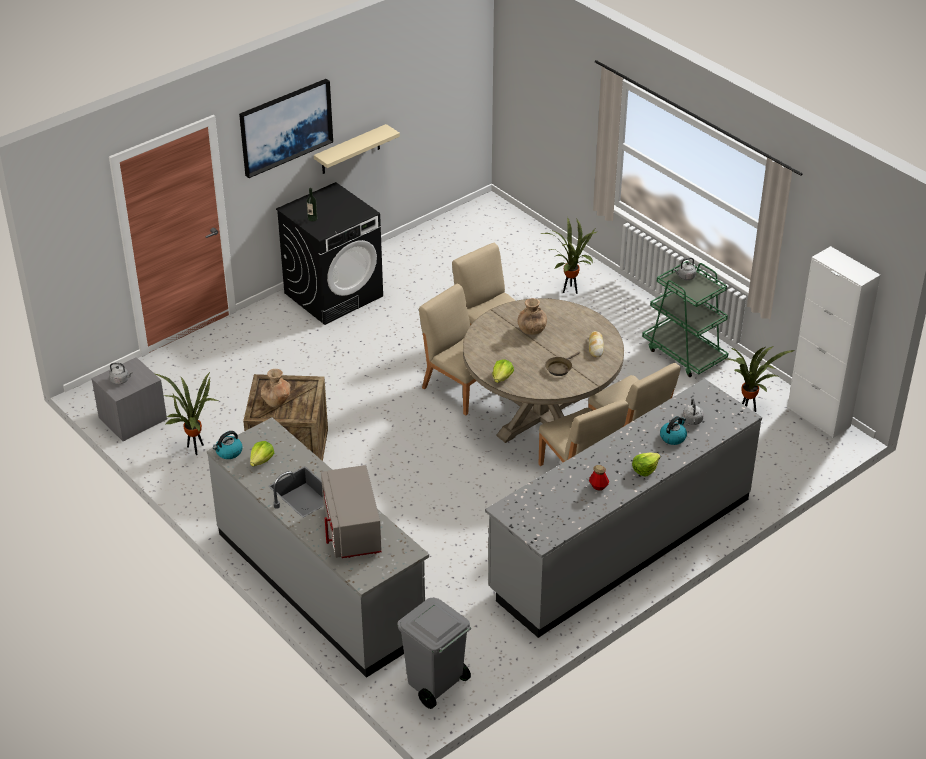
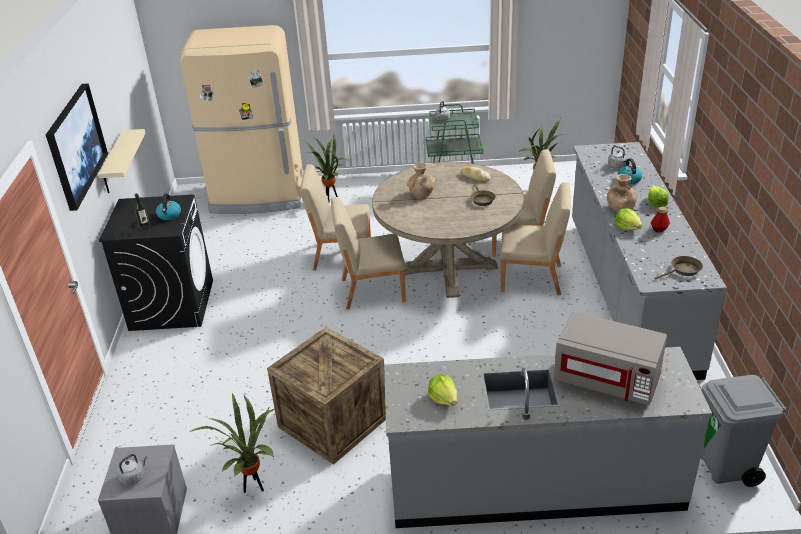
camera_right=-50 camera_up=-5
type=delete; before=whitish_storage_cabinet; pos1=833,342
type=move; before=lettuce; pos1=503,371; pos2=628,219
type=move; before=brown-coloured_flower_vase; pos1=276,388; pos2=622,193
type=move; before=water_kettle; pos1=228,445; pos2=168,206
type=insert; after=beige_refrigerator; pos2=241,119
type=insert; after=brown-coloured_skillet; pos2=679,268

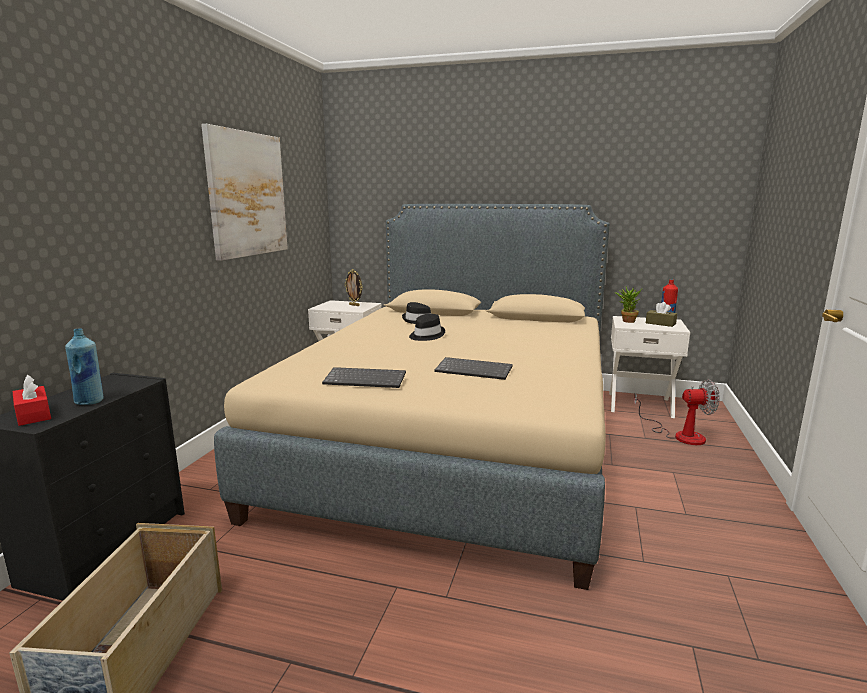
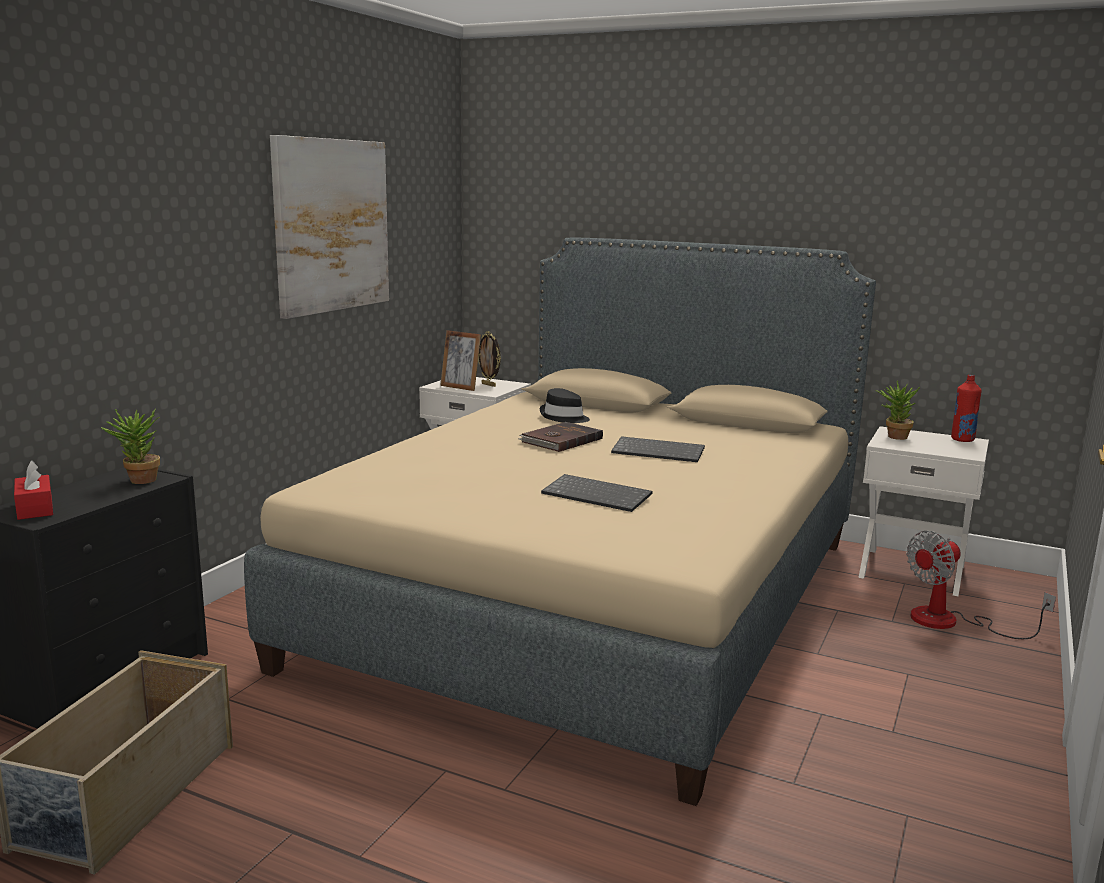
camera_right=10 camera_up=0
type=delete; before=brown-coloured_box_of_tissues; pos1=661,314
type=replace; before=black_wearable_hat; after=brown-coloured_volume; pos1=427,327; pos2=560,437
type=delete; before=blue_bottle; pos1=84,366
type=move; before=computer_keyboard; pos1=364,377; pos2=658,449
type=rotate; before=fan; pos1=677,412; pos2=981,585; turn=135
type=insert; after=picture_frame; pos2=460,360
type=insert; after=houseplant; pos2=130,446

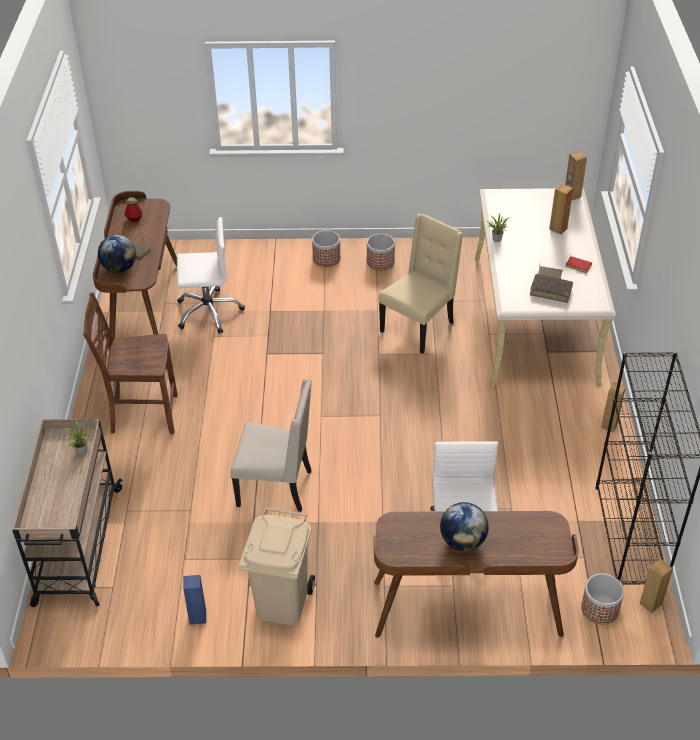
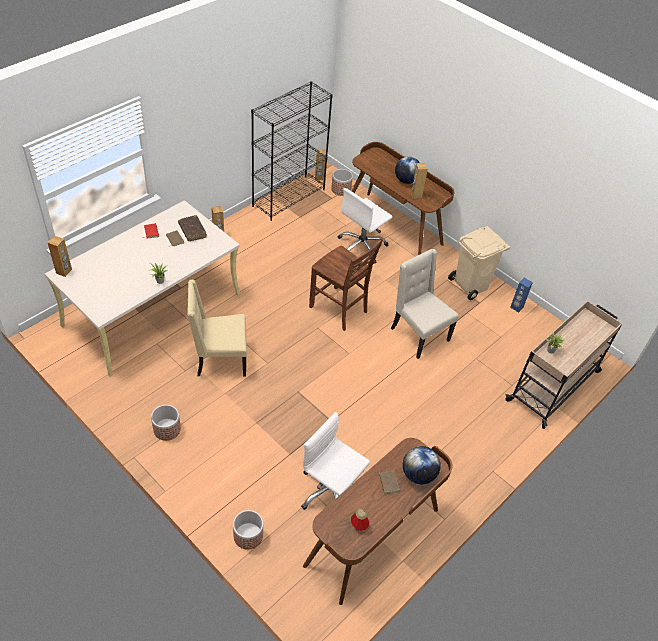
camera_right=-140 camera_up=5
type=move; before=brown-coloured_speaker; pos1=561,209; pos2=419,181
type=move; before=plant_pot; pos1=326,248; pos2=248,530
type=move; before=brown-coloured_upright_chair; pos1=130,363; pos2=346,284

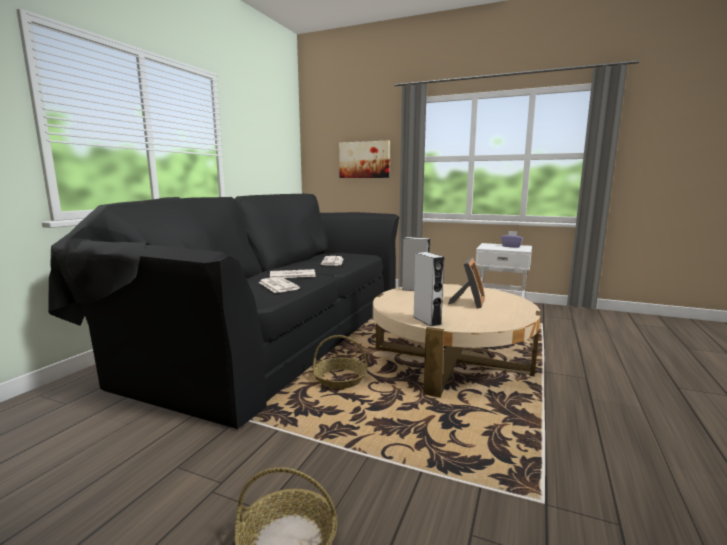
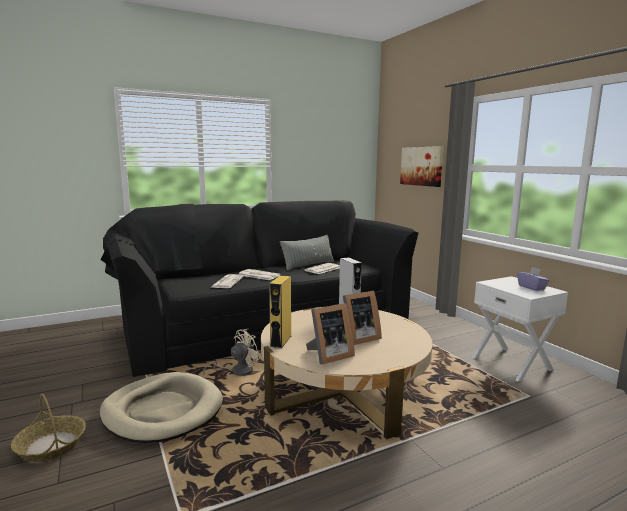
camera_right=40 camera_up=0
type=recolor; before=greyish_speaker; after=yellowish_speaker; pos1=429,289; pos2=280,312
type=replace; before=household_basket; after=beige_fan; pos1=340,362; pos2=232,352
type=insert; after=greyish_pillow; pos2=307,252
type=insert; after=picture_frame; pos2=330,334
type=insert; after=beige_dog_bed; pos2=161,407

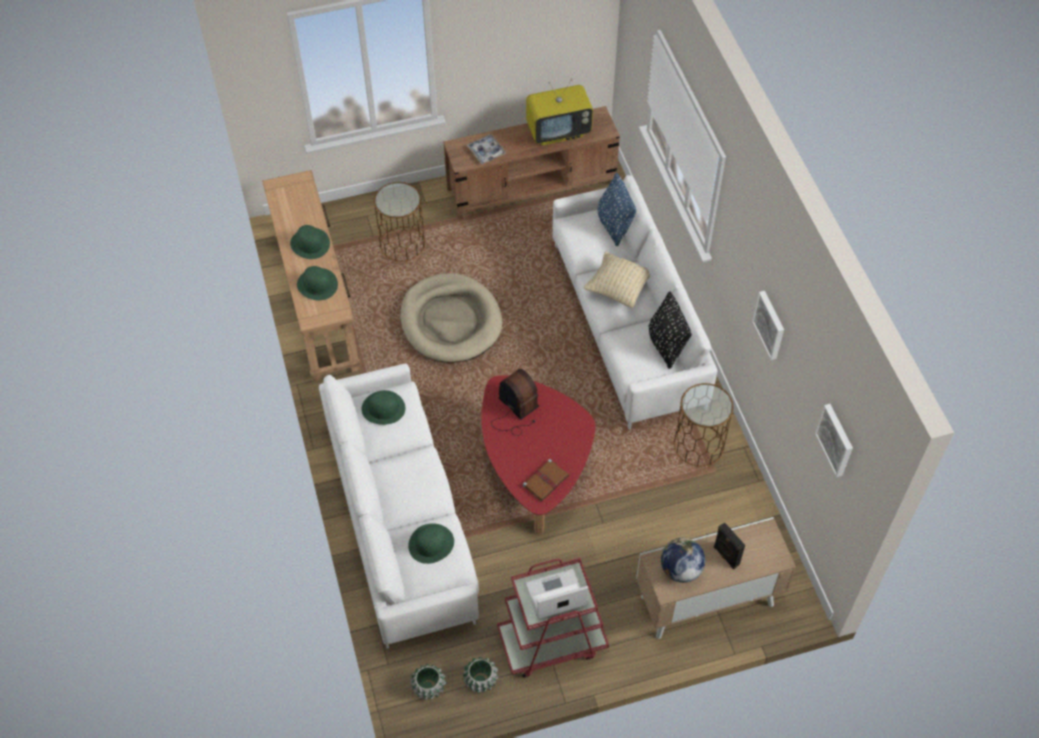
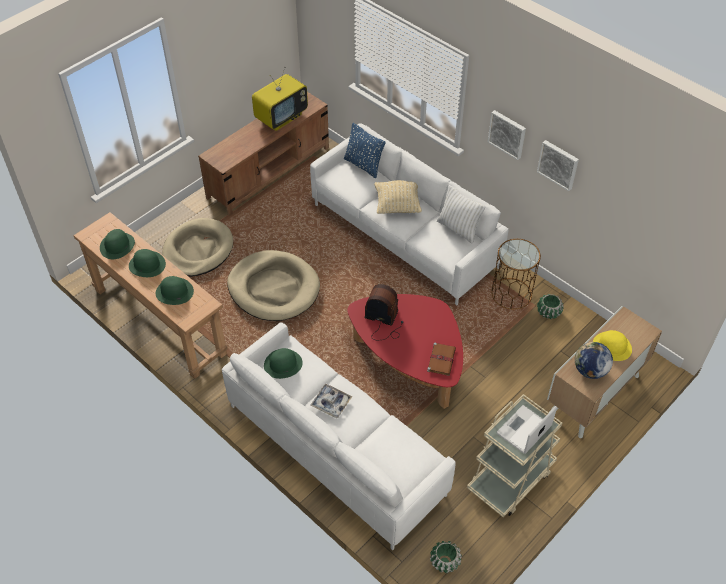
camera_right=-30 camera_up=-5
type=move; before=carrying_tray; pos1=486,149; pos2=332,401
type=replace; before=brown-coloured_end_table; after=beige_dog_bed; pos1=399,222; pos2=197,247
type=recolor; before=black_pillow; after=whitish_pillow; pos1=670,330; pos2=461,214
type=move; before=wall_art; pos1=834,440; pos2=507,135
type=move; before=greenish_wearable_hat; pos1=431,543; pos2=117,244
type=replace; before=black_speaker; after=yellowish_wearable_hat; pos1=729,546; pos2=612,345
type=recolor; before=reddish_trolley; after=beige_trolley; pos1=553,618; pos2=514,455
type=move; before=greenish_plant_pot; pos1=480,675; pos2=550,306

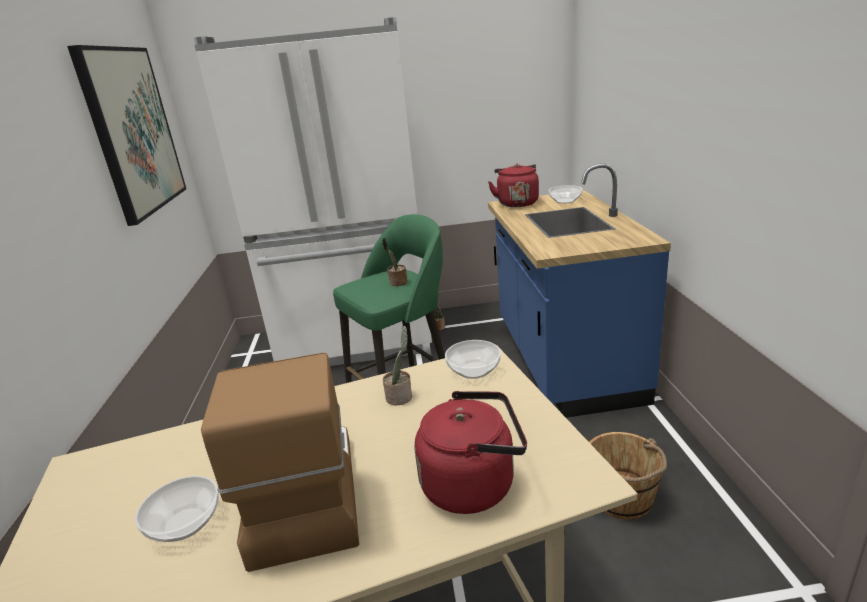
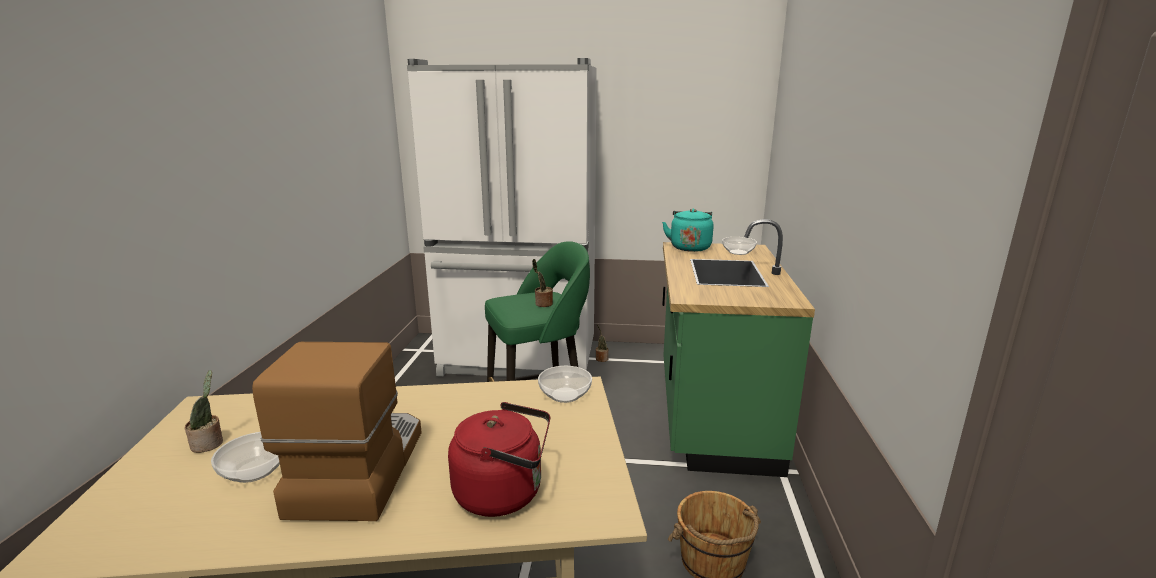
camera_right=10 camera_up=-5
type=delete; before=wall_art; pos1=126,135
type=recolor; before=blue_kitchen_base_unit; after=greenish_kitchen_base_unit; pos1=579,290; pos2=738,348
type=recolor; before=reddish_water_kettle; after=blue-green_water_kettle; pos1=513,185; pos2=687,230
type=move; before=houseplant; pos1=397,365; pos2=204,411

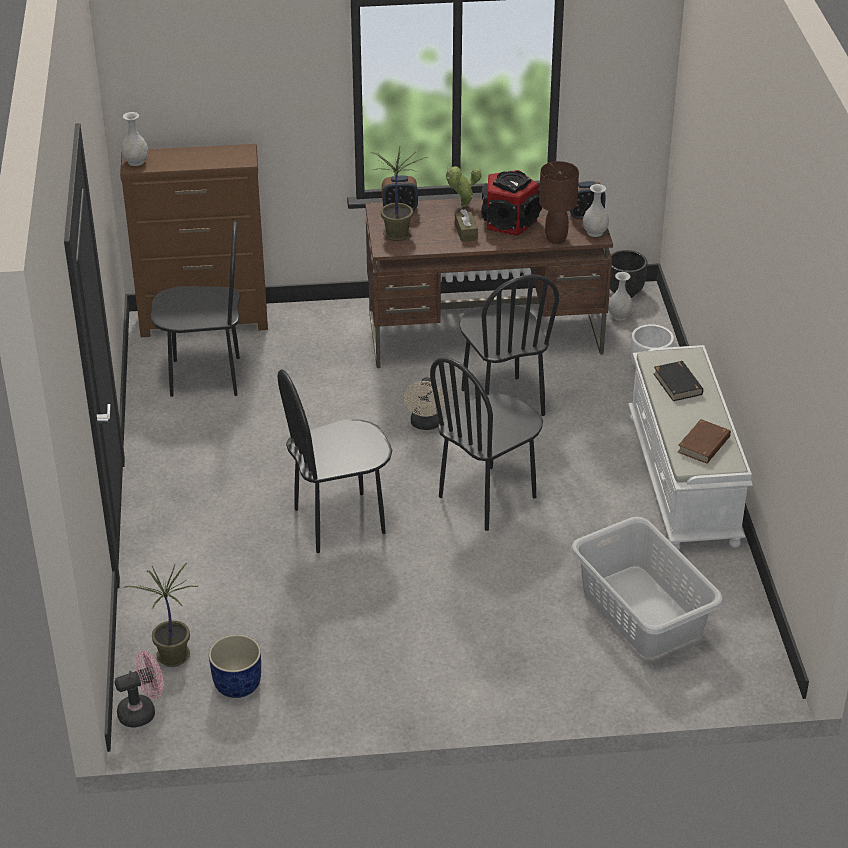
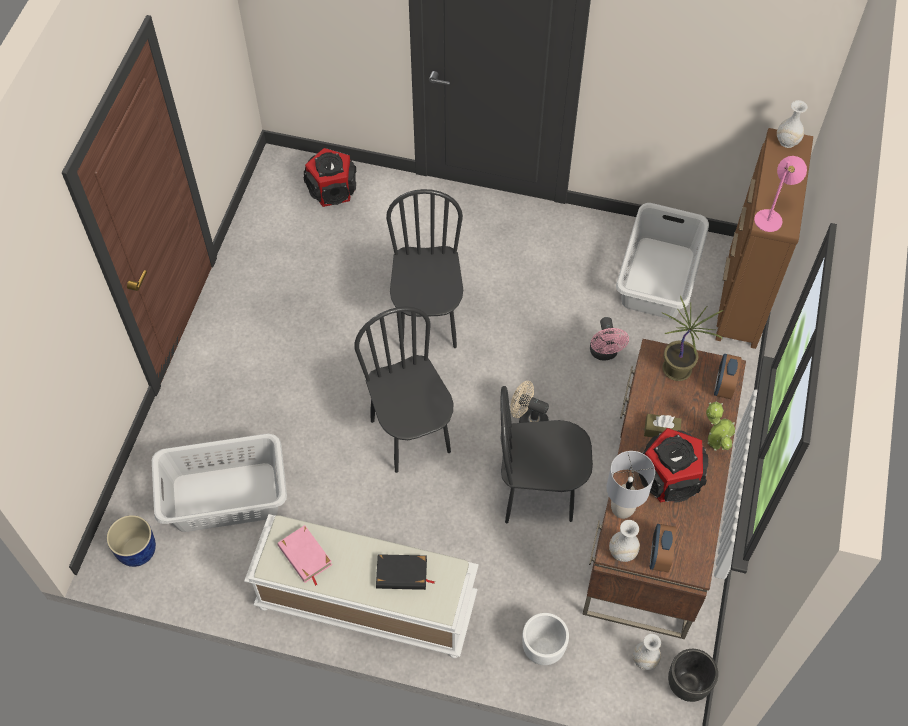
camera_right=110 camera_up=20
type=recolor; before=brown-coloured_table_lamp; after=greyish_table_lamp; pos1=559,202; pos2=630,485
type=replace; before=black_upright_chair; after=greyish_laundry_basket; pos1=195,309; pos2=662,261
type=recolor; before=brown-coloured_volume; after=pink_volume; pos1=704,441; pos2=304,555
type=replace; before=houseplant; after=speaker; pos1=161,614; pos2=330,177
type=move; before=blue_plant_pot; pos1=235,666; pos2=131,541
type=move; before=pink_fan; pos1=139,689; pos2=609,338
type=insert; after=pink_table_lamp; pos2=780,194

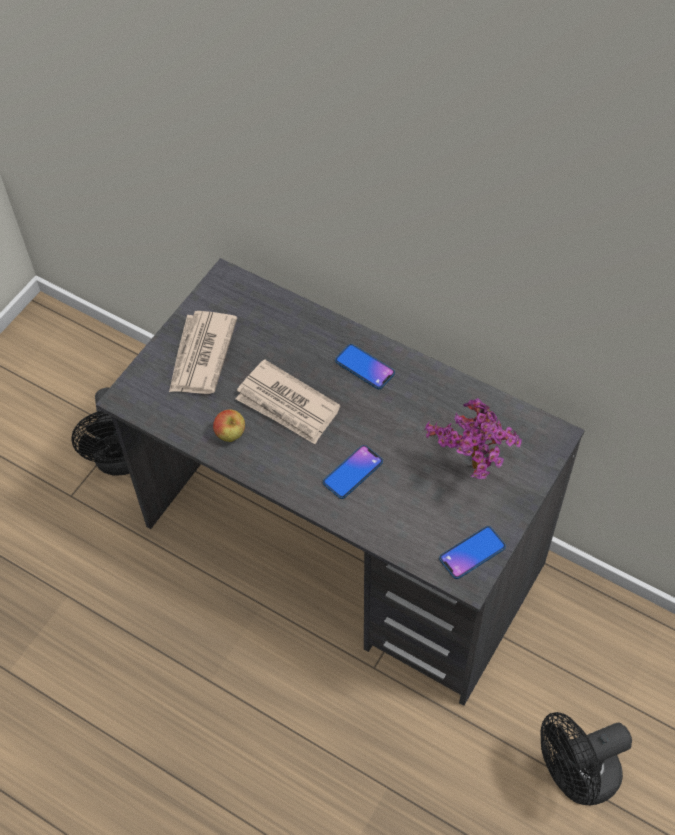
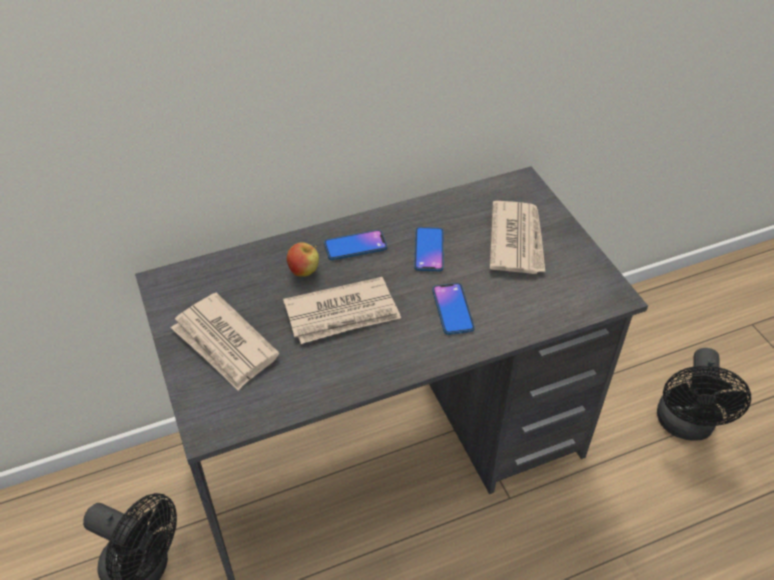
camera_right=-55 camera_up=-10
type=replace; before=houseplant; after=printed_paper; pos1=473,438; pos2=517,237
type=move; before=apple; pos1=229,425; pos2=303,260
type=move; before=phone; pos1=472,552; pos2=429,249

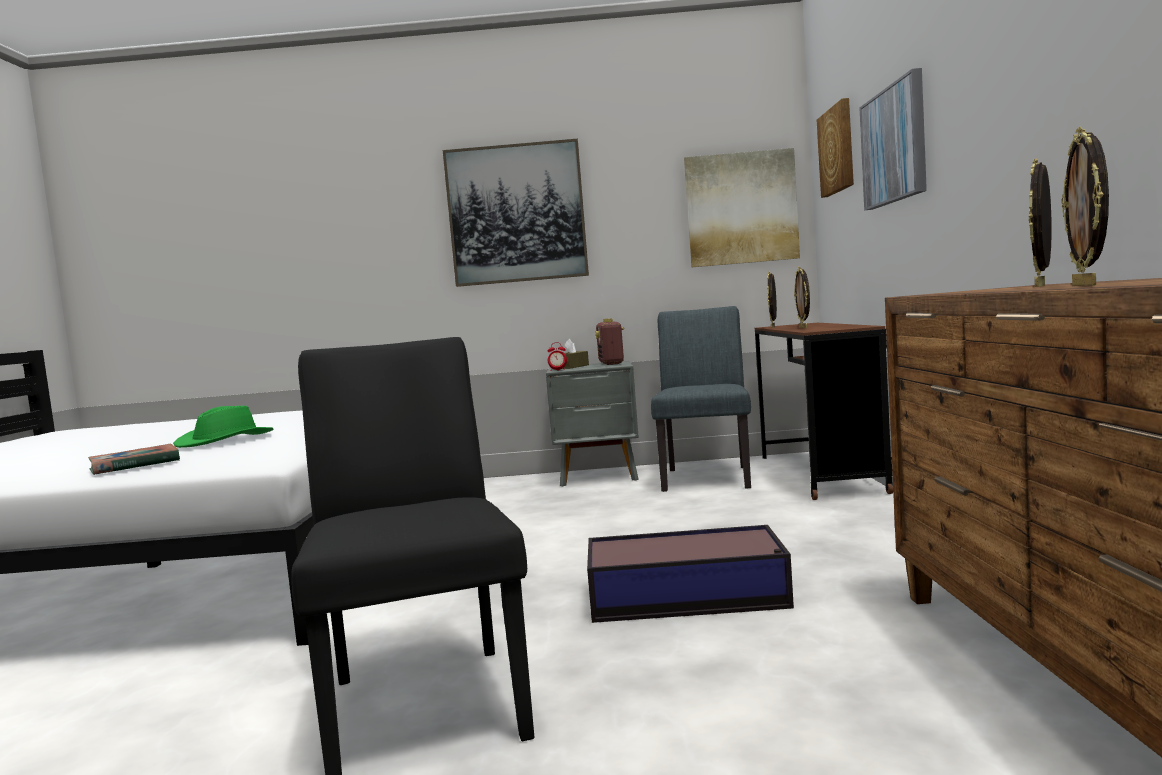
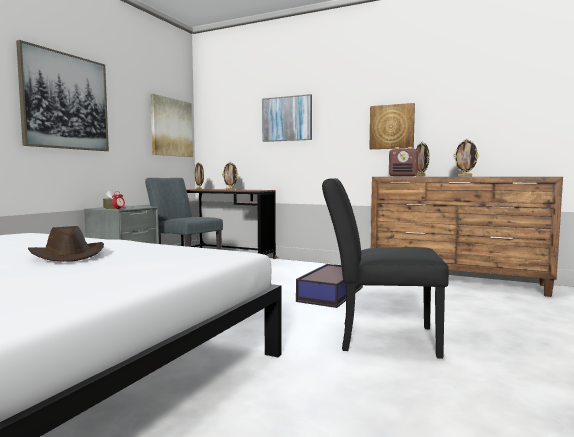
camera_right=-65 camera_up=0
type=move; before=wall_art; pos1=835,148; pos2=392,126
type=move; before=radio; pos1=610,342; pos2=403,162
type=recolor; before=greenish_wearable_hat; after=brown-coloured_wearable_hat; pos1=223,427; pos2=66,244
type=delete; before=volume; pos1=134,459

